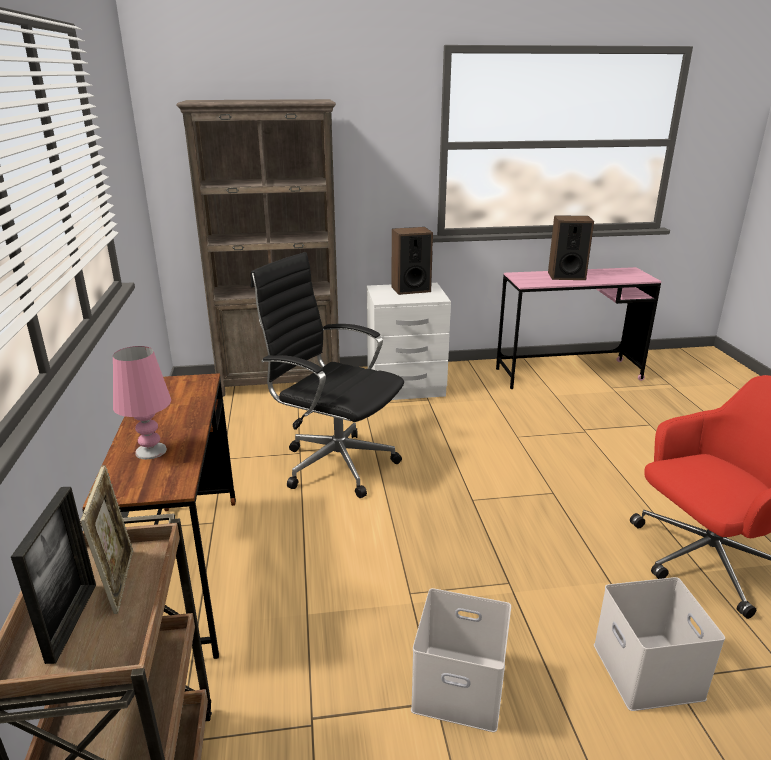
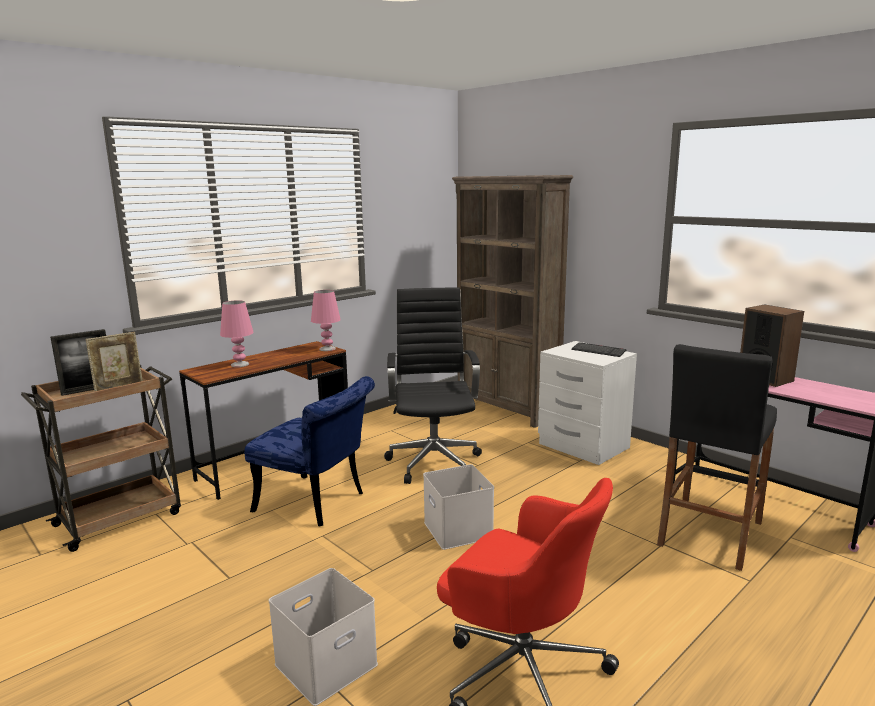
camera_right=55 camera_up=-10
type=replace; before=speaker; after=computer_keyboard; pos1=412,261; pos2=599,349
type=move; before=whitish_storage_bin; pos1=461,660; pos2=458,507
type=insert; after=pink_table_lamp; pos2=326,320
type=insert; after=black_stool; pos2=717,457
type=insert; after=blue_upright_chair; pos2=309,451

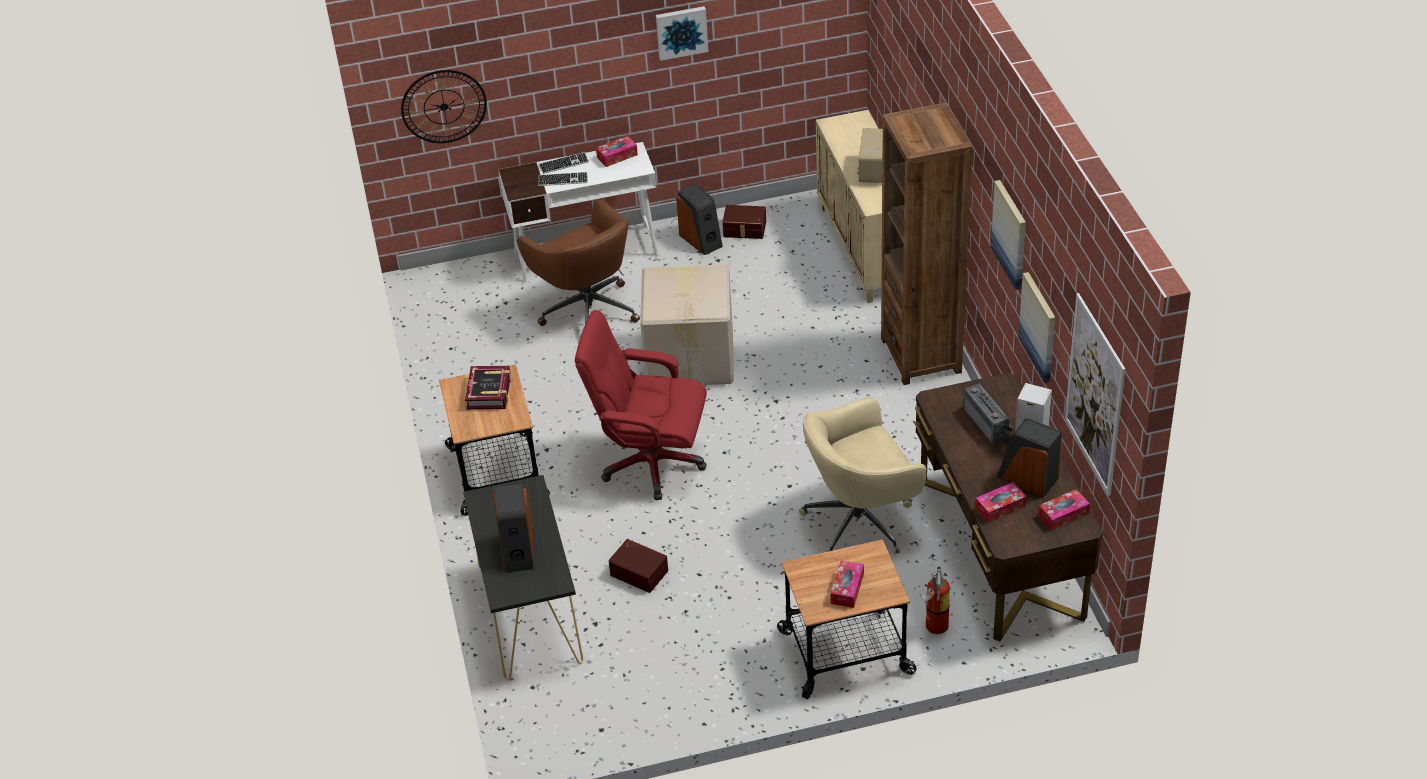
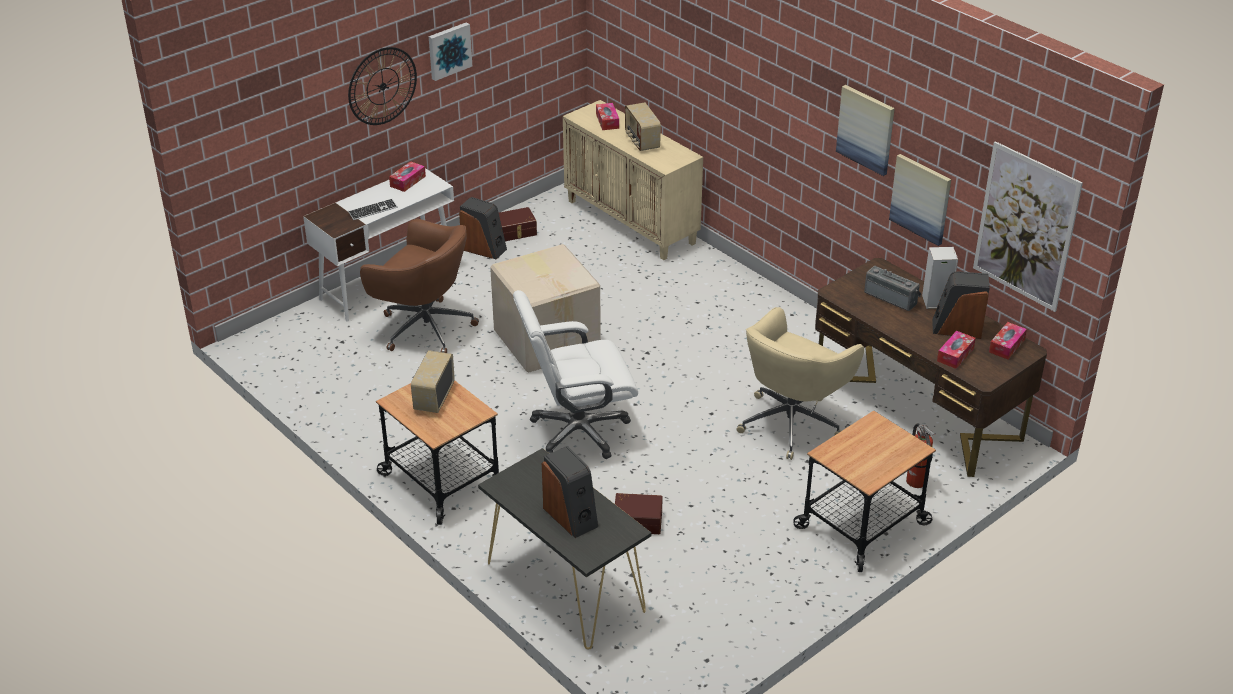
camera_right=-30 camera_up=-5
type=move; before=clock_on_the_wall; pos1=444,106; pos2=382,86
type=delete; before=brown-coloured_bookcase; pos1=926,244
type=delete; before=computer_keyboard; pos1=564,163
type=recolor; before=reddish_computer_chair; after=whitish_computer_chair; pos1=641,405; pos2=575,374
type=replace; before=volume; after=radio; pos1=488,388; pos2=433,381
type=move; before=box_of_tissues; pos1=847,584; pos2=607,116

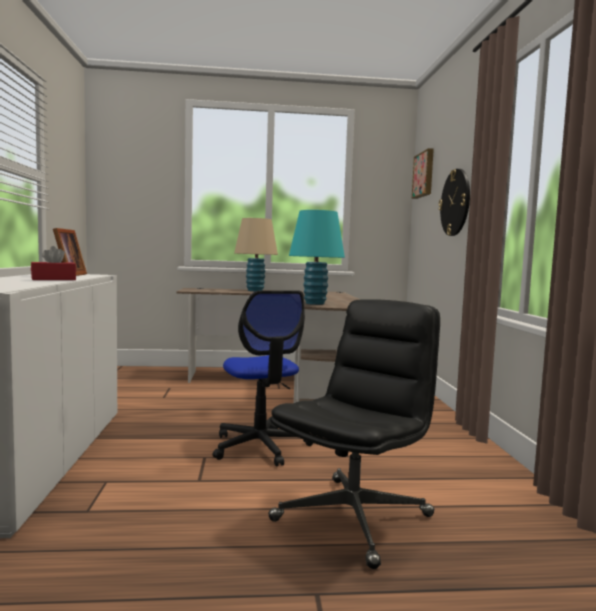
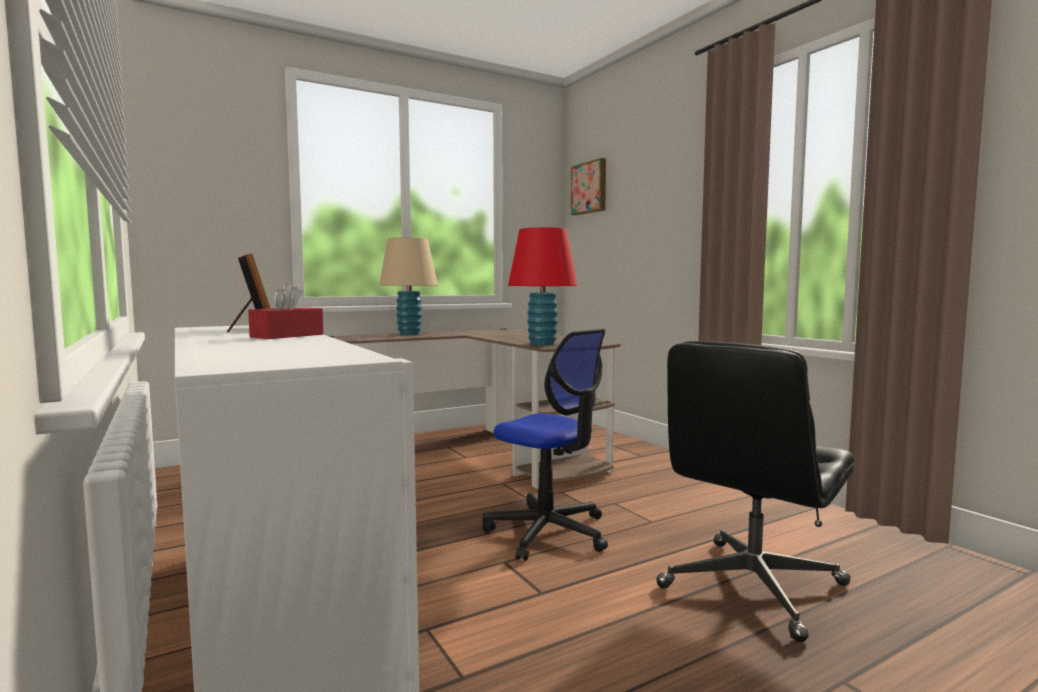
camera_right=-25 camera_up=0
type=delete; before=clock_on_the_wall; pos1=454,202
type=recolor; before=blue-green_table_lamp; after=reddish_table_lamp; pos1=317,257; pos2=543,286
type=rotate; before=black_computer_chair; pos1=354,434; pos2=755,491; turn=-150

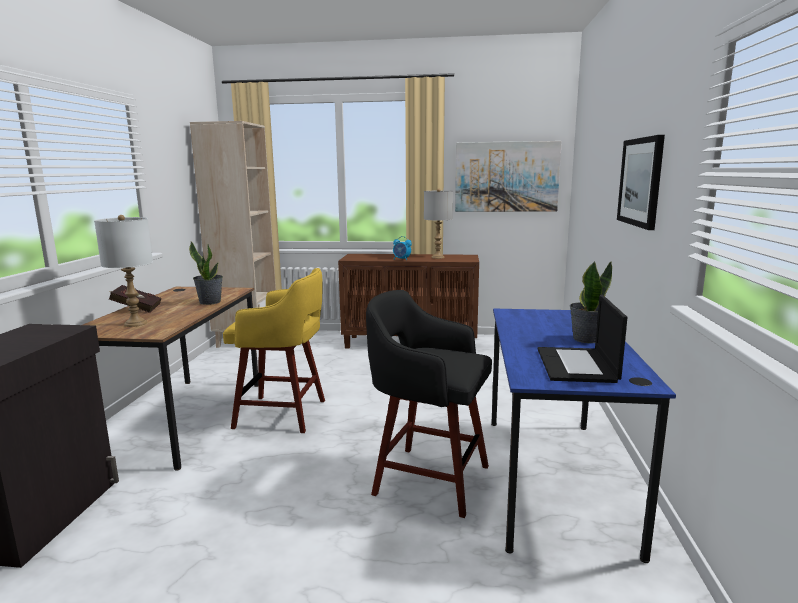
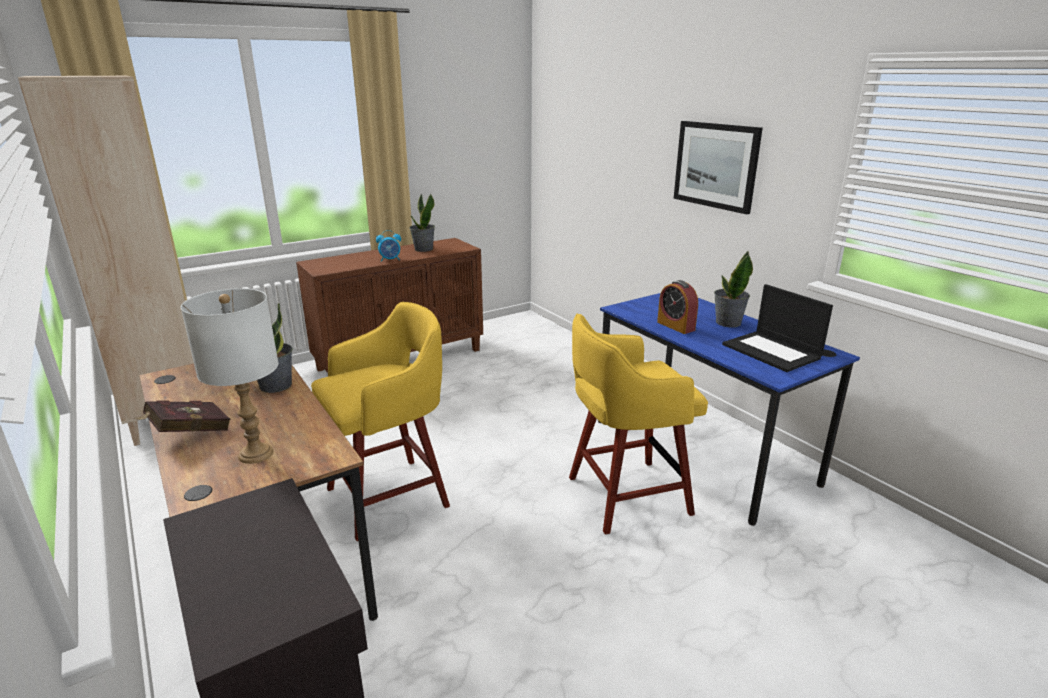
camera_right=-40 camera_up=10
type=delete; before=wall_art; pos1=508,176
type=replace; before=greyish_table_lamp; after=houseplant; pos1=438,223; pos2=422,223
type=recolor; before=black_stool; after=yellowish_stool; pos1=429,404; pos2=638,424
type=insert; after=bedside_clock; pos2=677,307

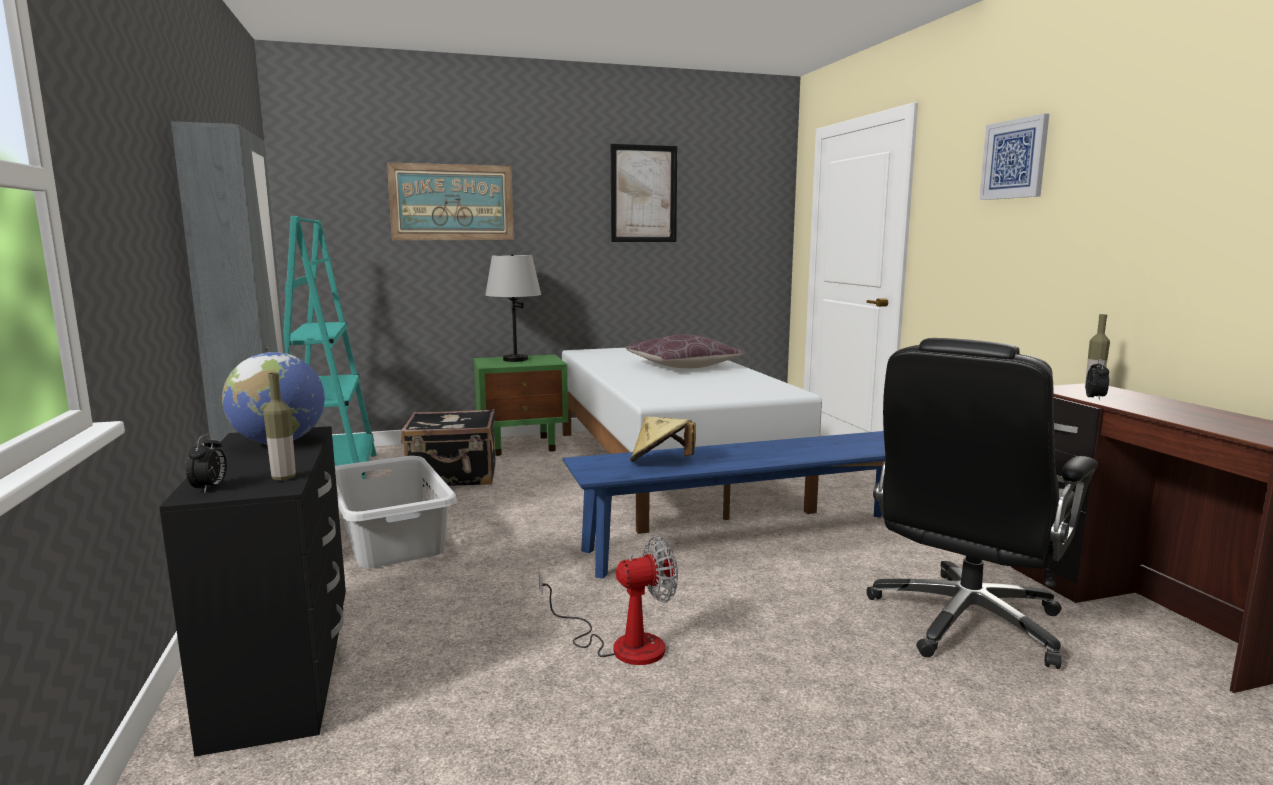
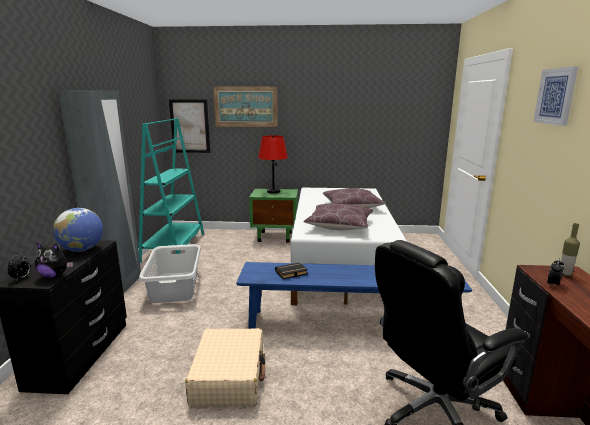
camera_right=20 camera_up=5
type=move; before=wall_art; pos1=644,193; pos2=190,126
type=recolor; before=greyish_table_lamp; after=reddish_table_lamp; pos1=513,308; pos2=273,164
type=replace; before=bottle; after=cuddly_toy; pos1=279,426; pos2=54,260
type=delete; before=black_piece_of_luggage; pos1=448,448
type=replace; before=beige_wearable_hat; after=black_volume; pos1=663,439; pos2=291,270
type=replace; before=fan; after=beige_piece_of_luggage; pos1=608,600; pos2=225,367
type=insert; after=brown-coloured_pillow; pos2=338,217

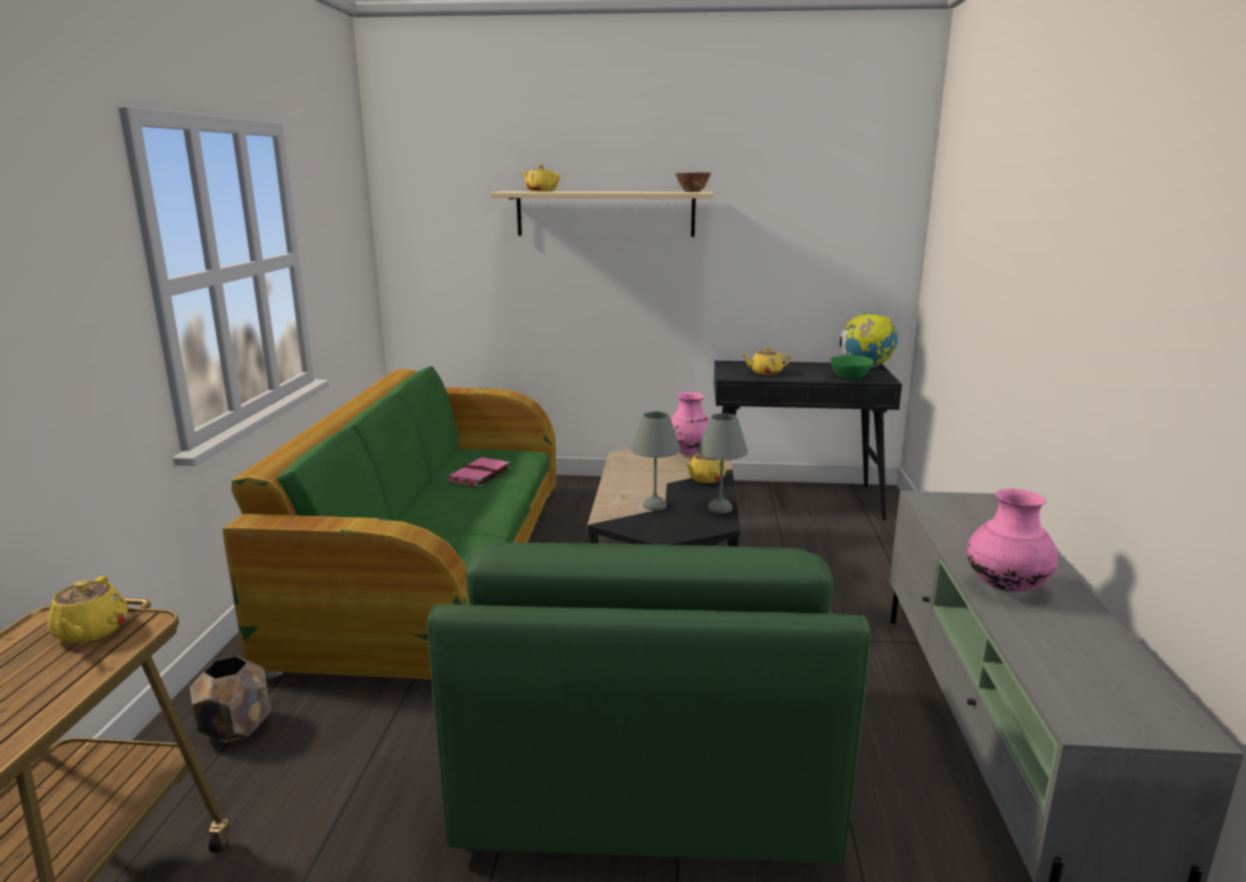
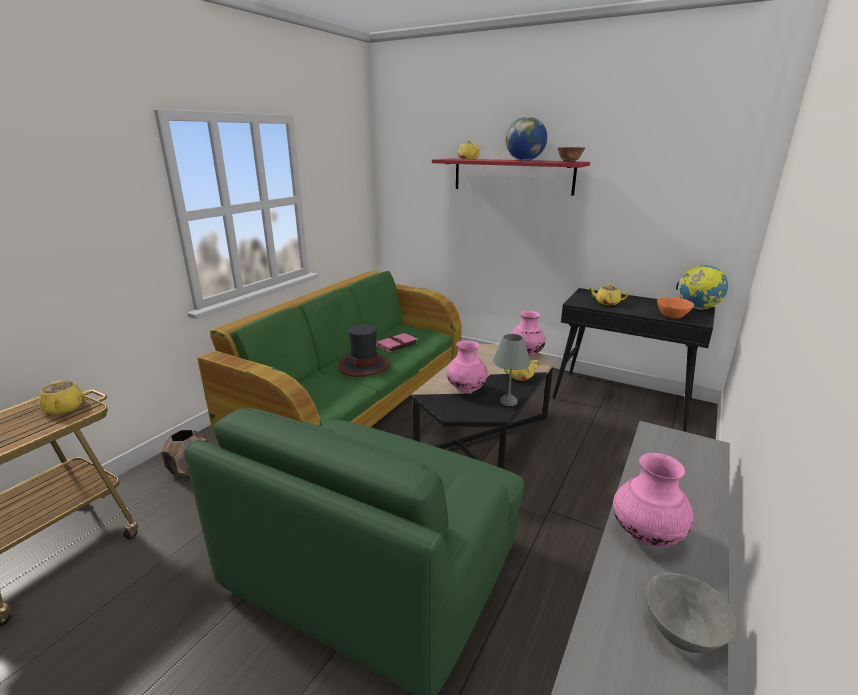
camera_right=25 camera_up=5
type=recolor; before=beige_bracket_shelf; after=reddish_bracket_shelf; pos1=601,214; pos2=511,176
type=recolor; before=greenish_serving_bowl; after=orangey_serving_bowl; pos1=852,367; pos2=675,308
type=replace; before=greyish_table_lamp; after=pink_flower_vase; pos1=655,461; pos2=467,366
type=rotate; before=yellowish_teapot; pos1=87,609; pos2=62,397; turn=-45
type=insert; after=desk_globe; pos2=526,138
type=insert; after=wearable_hat; pos2=364,350
type=insert; after=greyish_serving_bowl; pos2=690,612

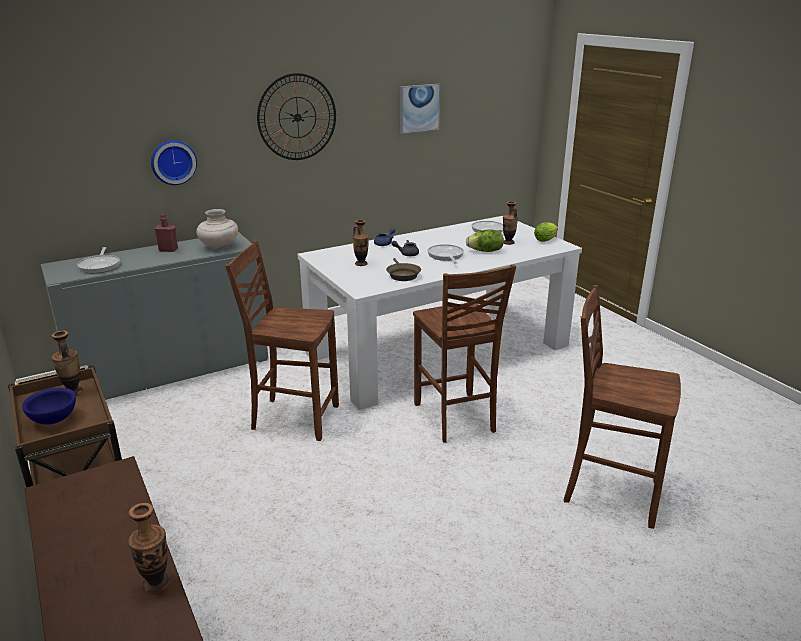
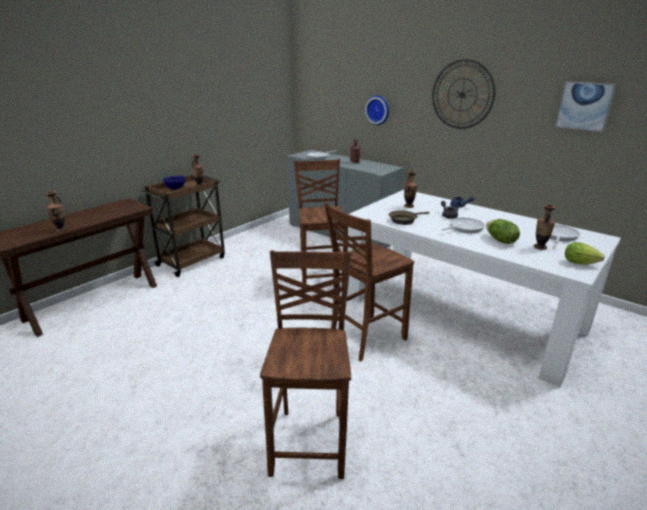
camera_right=70 camera_up=0
type=delete; before=beige_flower_vase; pos1=217,229

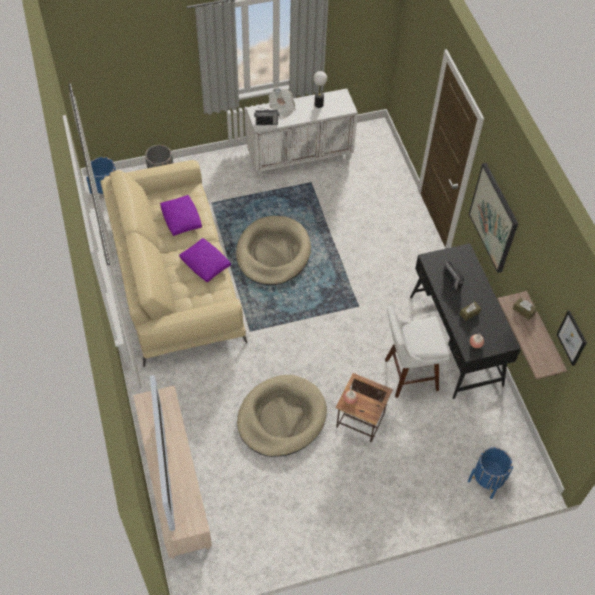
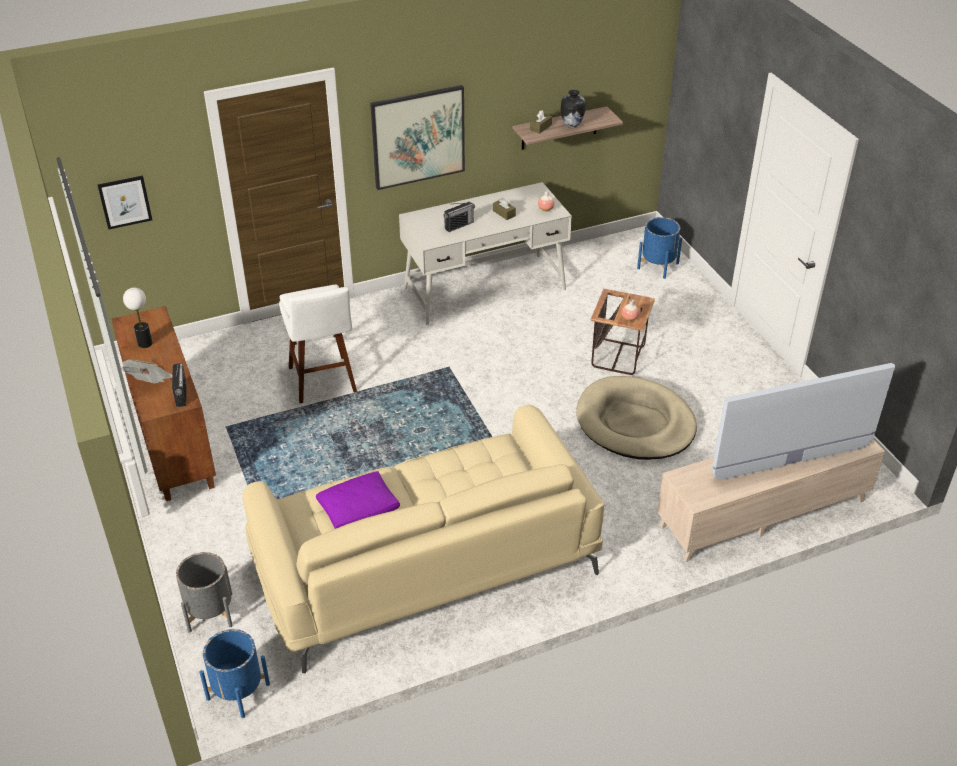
camera_right=-95 camera_up=-15
type=recolor; before=whitish_storage_cabinet; after=brown-coloured_storage_cabinet; pos1=302,133; pos2=163,403
type=delete; before=beige_dog_bed; pos1=273,250
type=delete; before=purplish_pillow; pos1=205,260
type=recolor; before=black_desk_unit; after=whitish_desk_unit; pos1=465,321; pos2=485,253
type=move; before=whitish_stool; pos1=417,352; pos2=318,344
type=move; before=wall_art; pos1=571,338; pos2=125,203
type=insert; after=flower_vase; pos2=573,109

